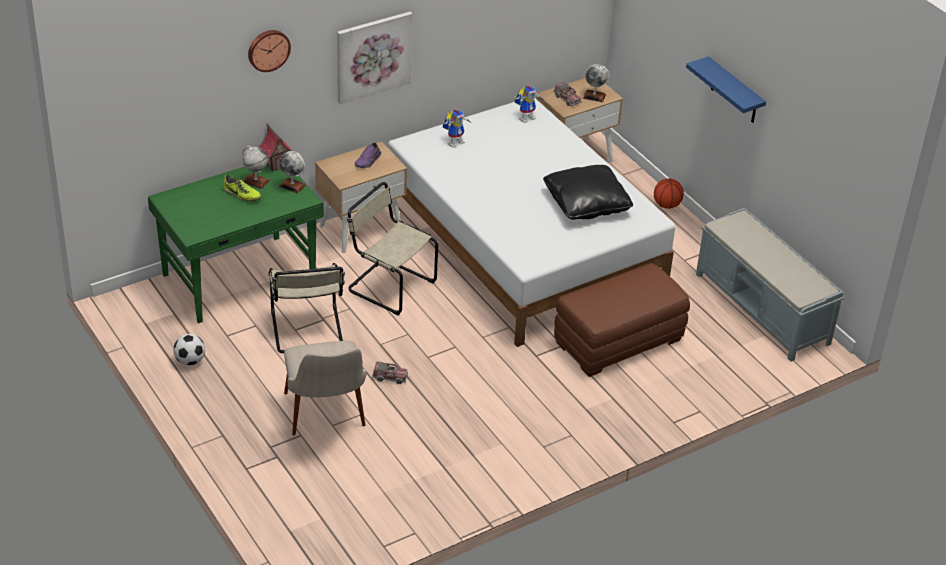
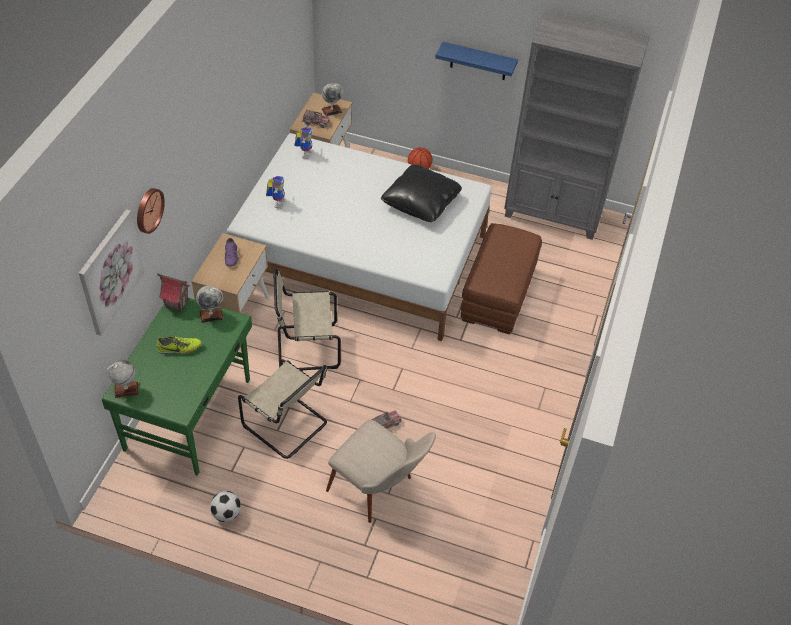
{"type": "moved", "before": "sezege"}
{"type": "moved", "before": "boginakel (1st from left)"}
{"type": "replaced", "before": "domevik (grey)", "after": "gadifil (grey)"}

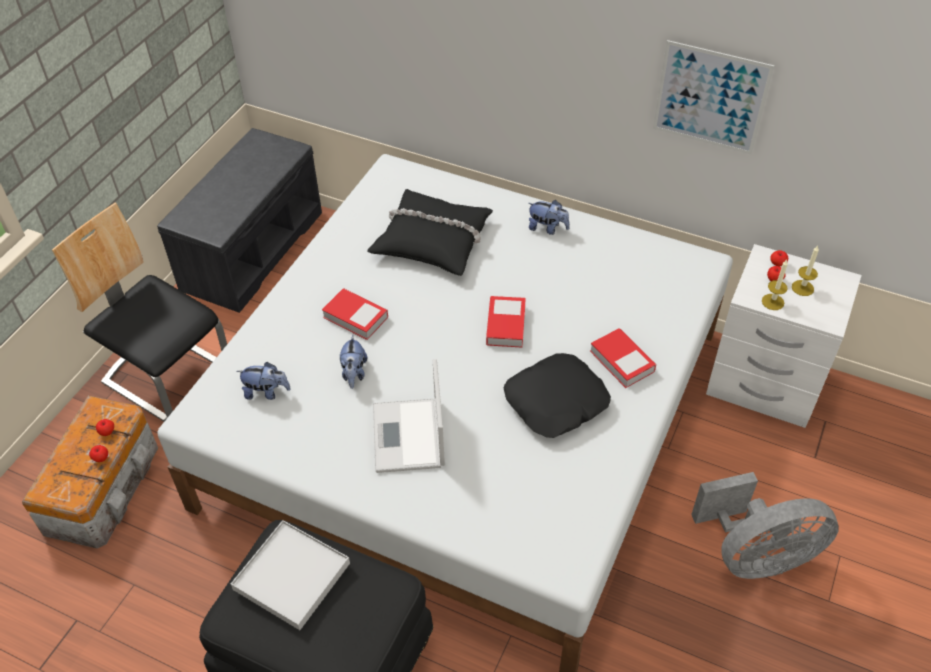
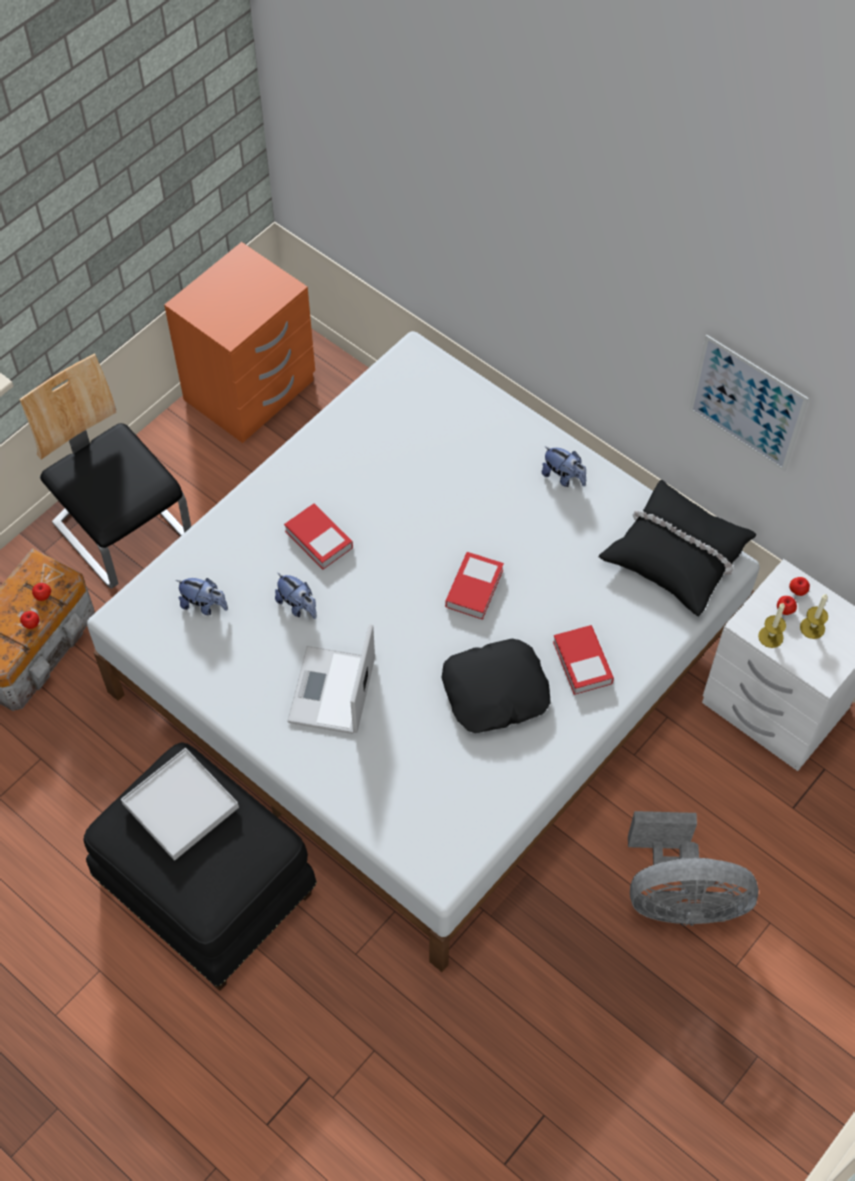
{"type": "replaced", "before": "domevik (grey)", "after": "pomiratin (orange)"}
{"type": "turned", "before": "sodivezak (2nd from left)", "turn": -60}
{"type": "moved", "before": "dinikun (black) (1st from left in the first image)", "after": "dinikun (black) (2nd from left)"}

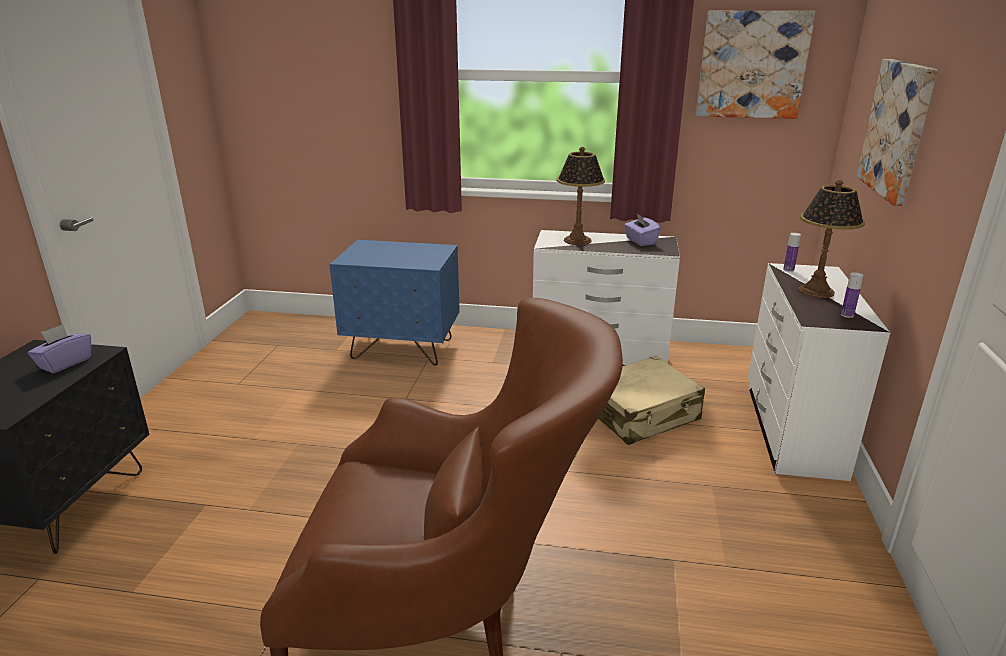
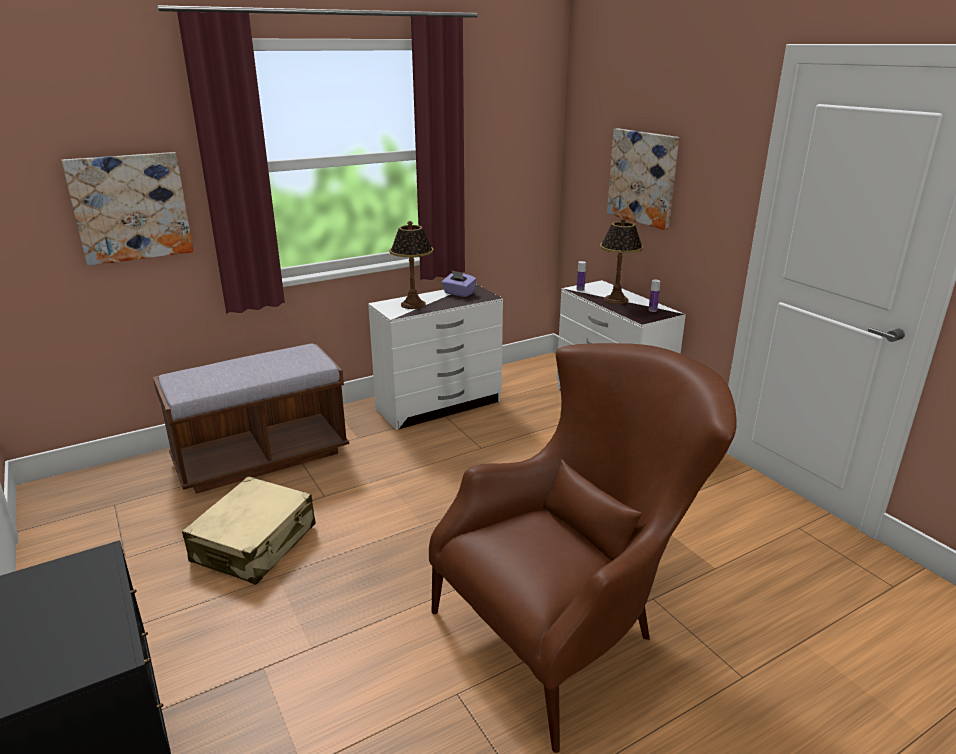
{"type": "moved", "before": "sezege (1st from left)"}
{"type": "replaced", "before": "pomiratin (blue)", "after": "domevik (brown)"}
{"type": "moved", "before": "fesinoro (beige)"}
{"type": "removed", "before": "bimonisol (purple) (1st from left)"}

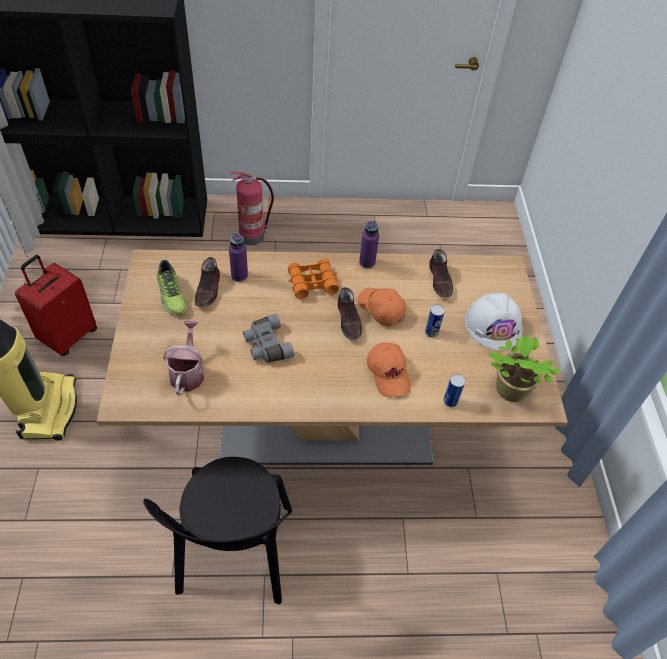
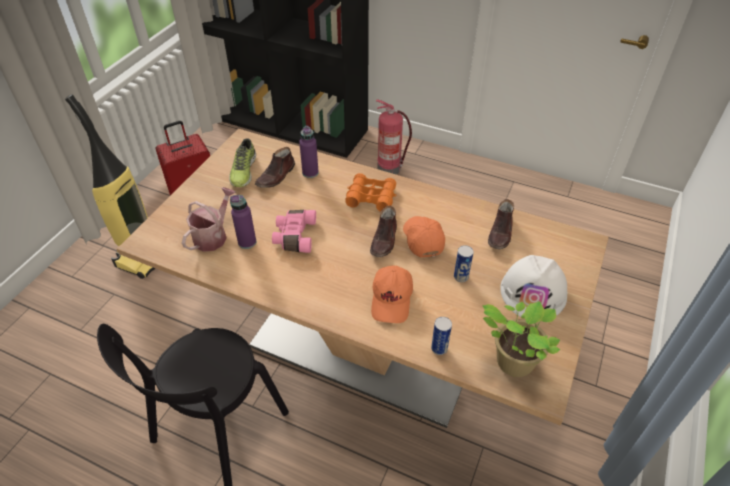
{"type": "moved", "before": "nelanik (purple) (2nd from left in the first image)", "after": "nelanik (purple) (1st from left)"}
{"type": "recoloured", "before": "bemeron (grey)", "after": "bemeron (pink)"}

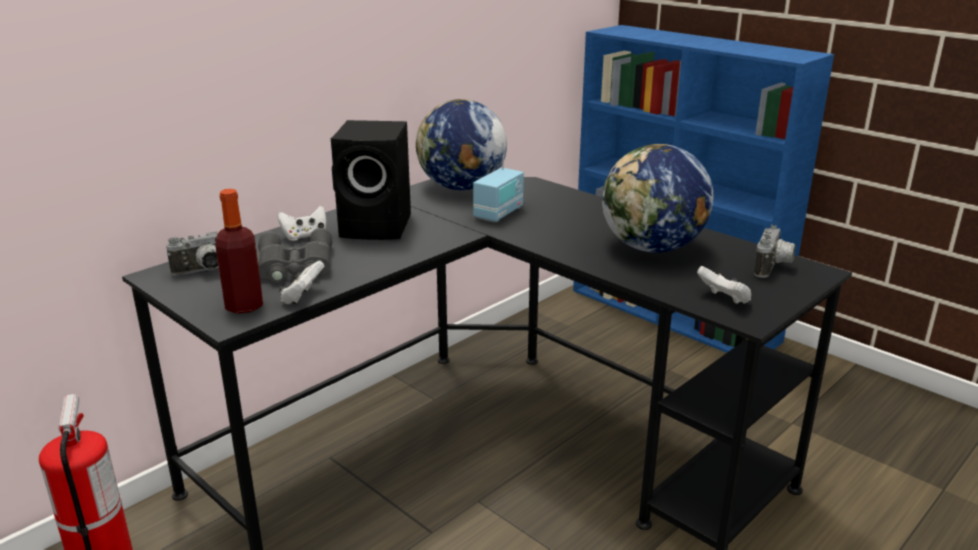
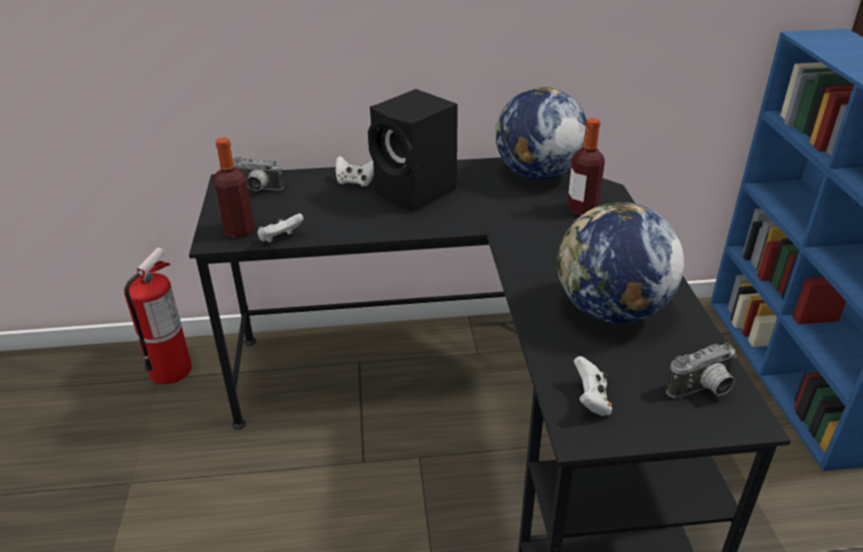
{"type": "added", "after": "nelanik (2nd from left)"}
{"type": "removed", "before": "bemeron (grey)"}
{"type": "removed", "before": "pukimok"}

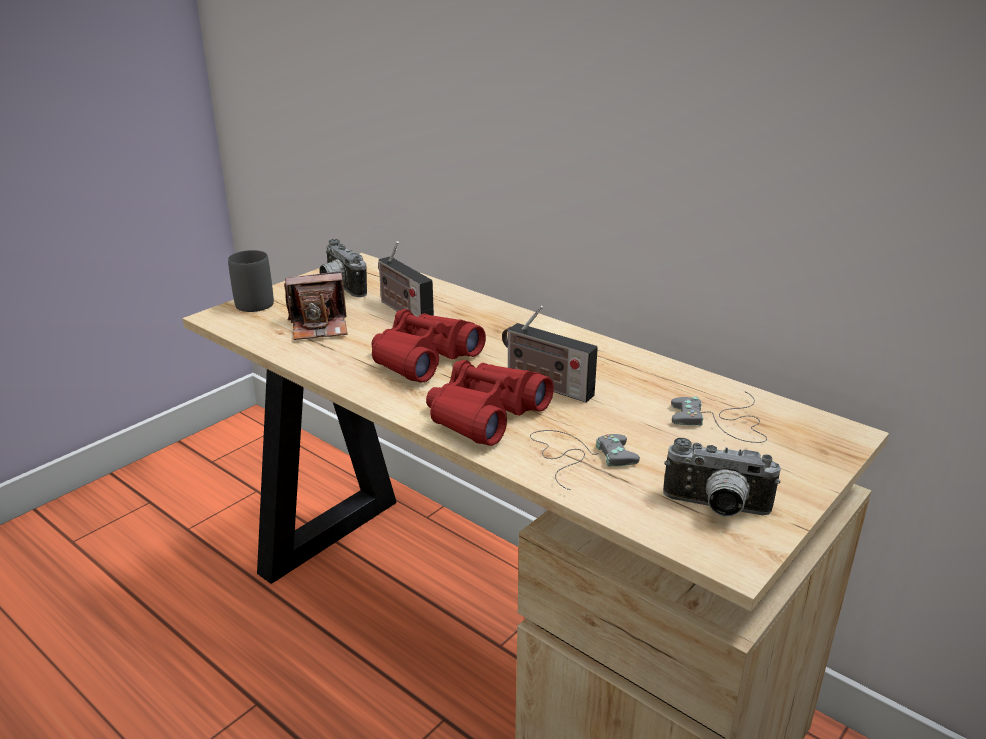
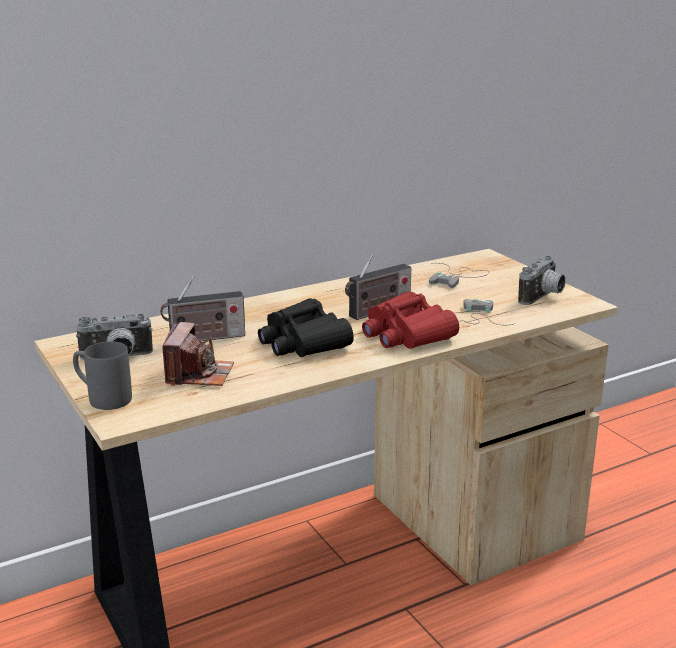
{"type": "recoloured", "before": "bemeron (red) (1st from left)", "after": "bemeron (black)"}

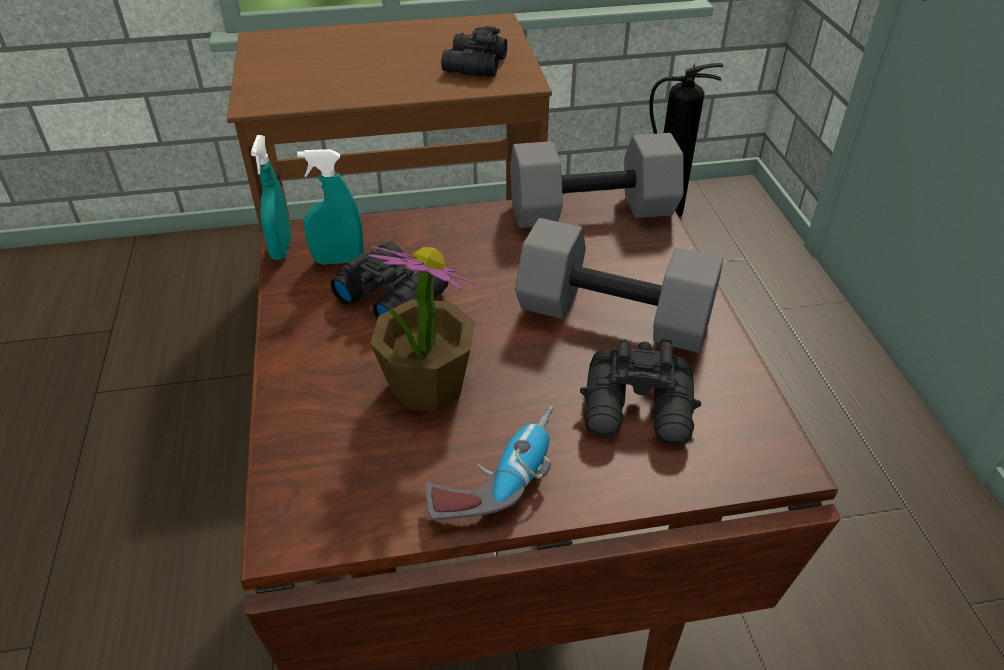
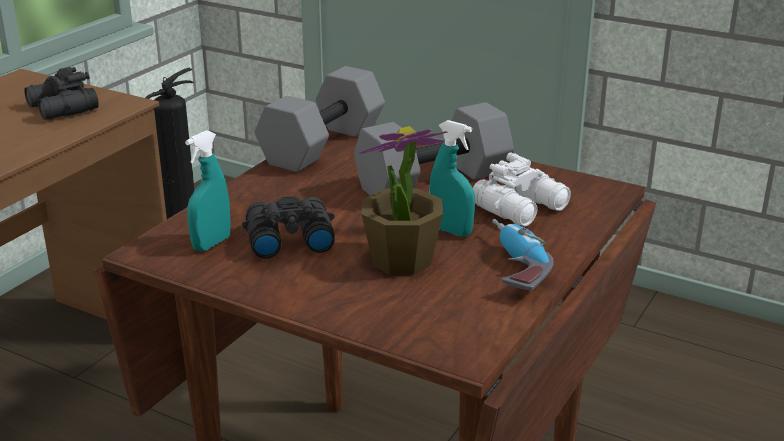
{"type": "moved", "before": "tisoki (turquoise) (1st from left in the first image)", "after": "tisoki (turquoise) (2nd from left)"}
{"type": "recoloured", "before": "bemeron (black) (3rd from left)", "after": "bemeron (white)"}

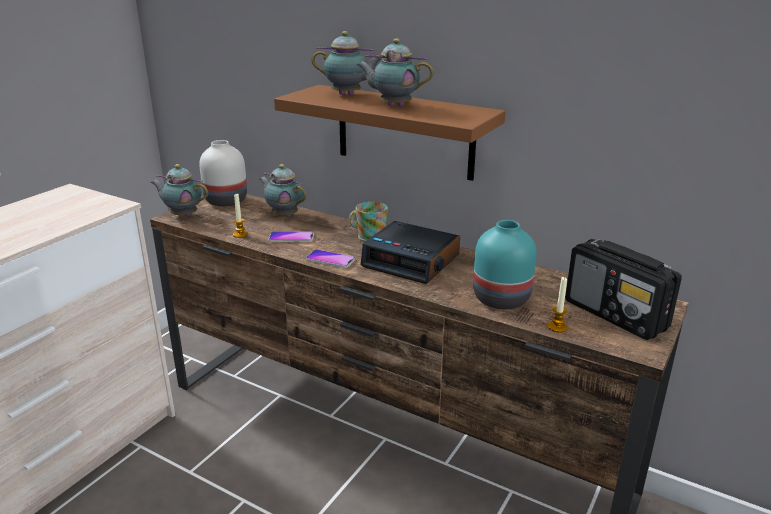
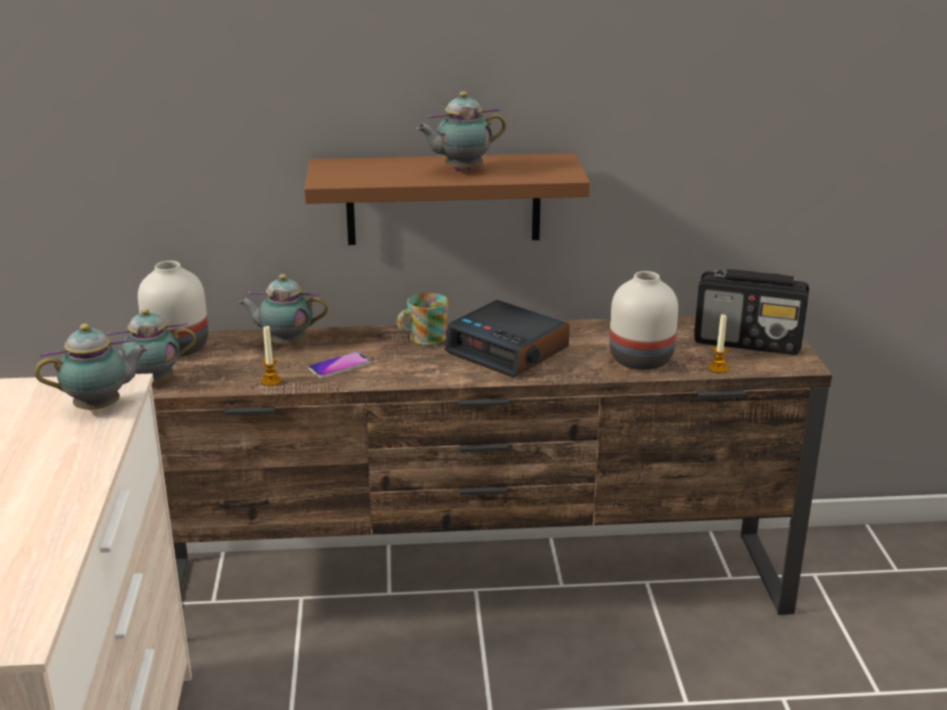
{"type": "moved", "before": "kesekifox (3rd from left in the first image)", "after": "kesekifox (1st from left)"}
{"type": "turned", "before": "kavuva", "turn": 45}
{"type": "recoloured", "before": "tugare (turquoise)", "after": "tugare (white) (2nd from left)"}
{"type": "removed", "before": "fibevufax (2nd from left)"}

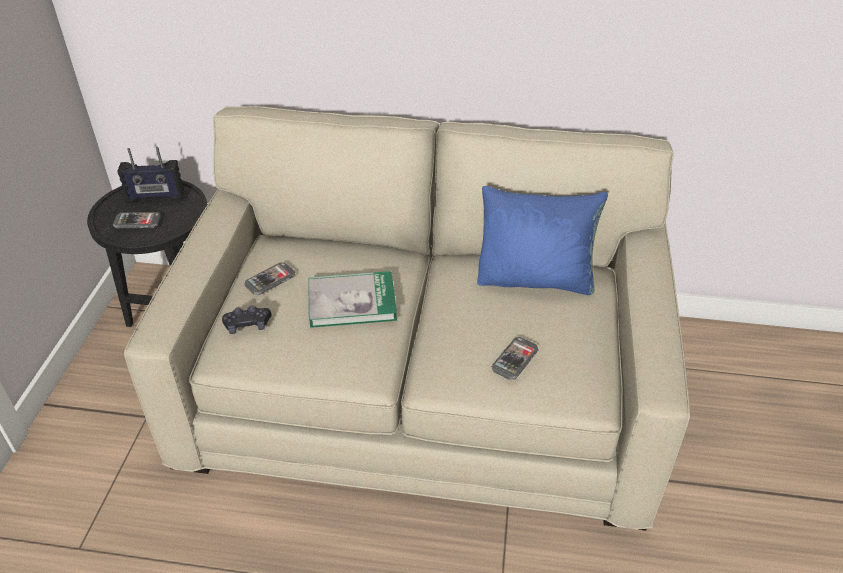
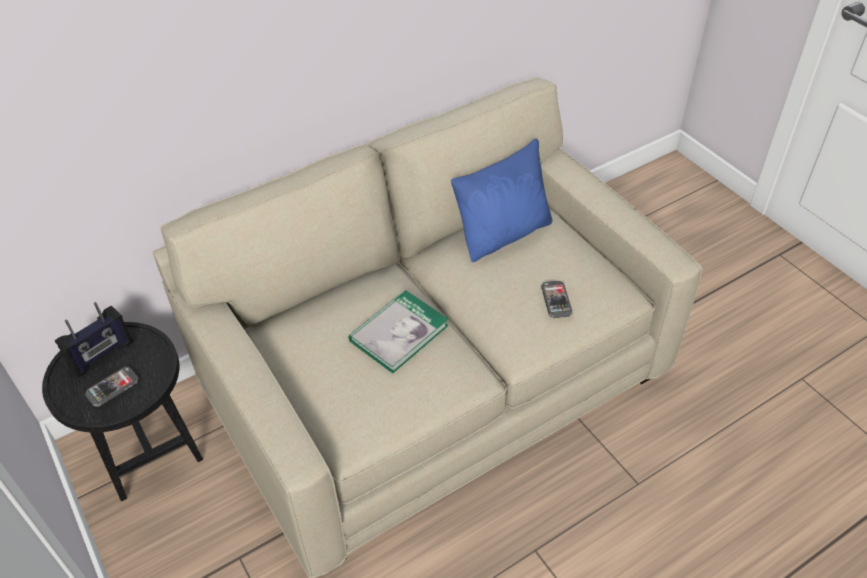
{"type": "removed", "before": "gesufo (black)"}
{"type": "removed", "before": "fibevufax (2nd from left)"}

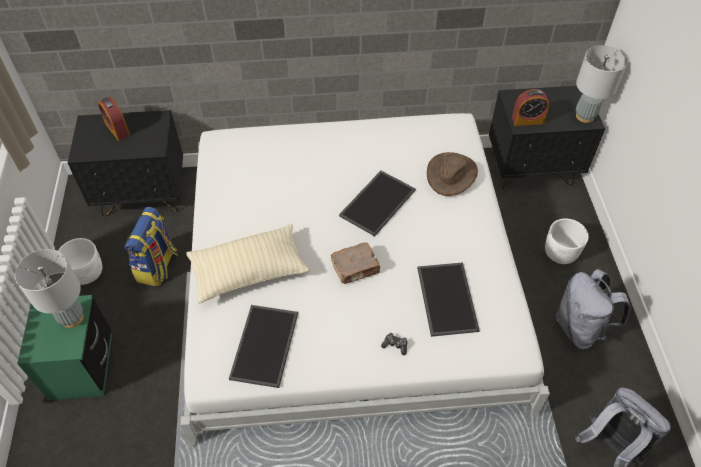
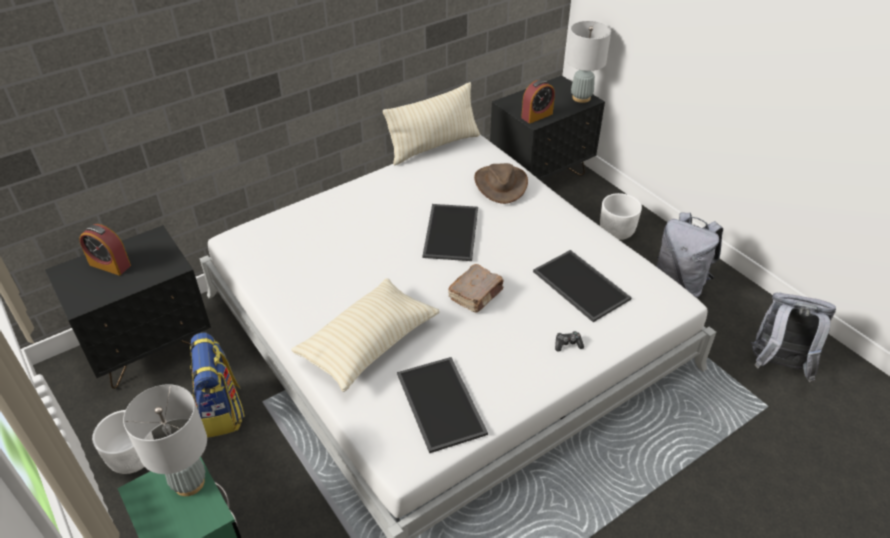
{"type": "added", "after": "dinikun (beige) (2nd from left)"}

